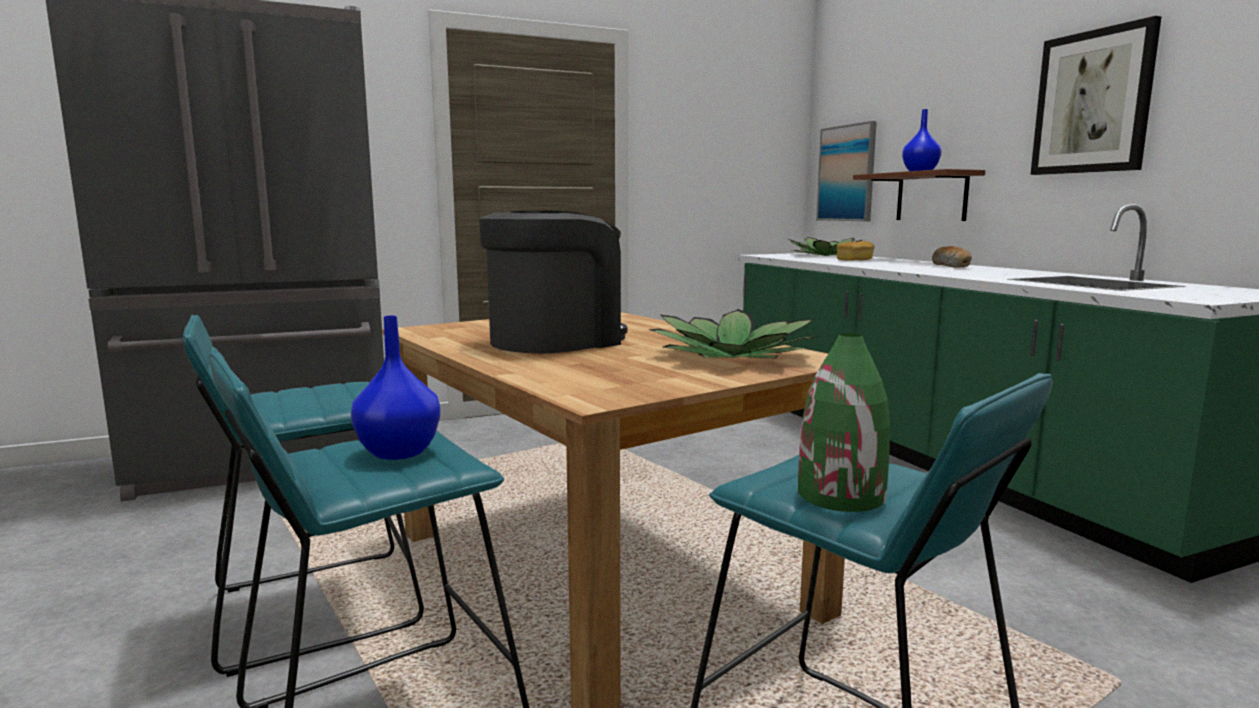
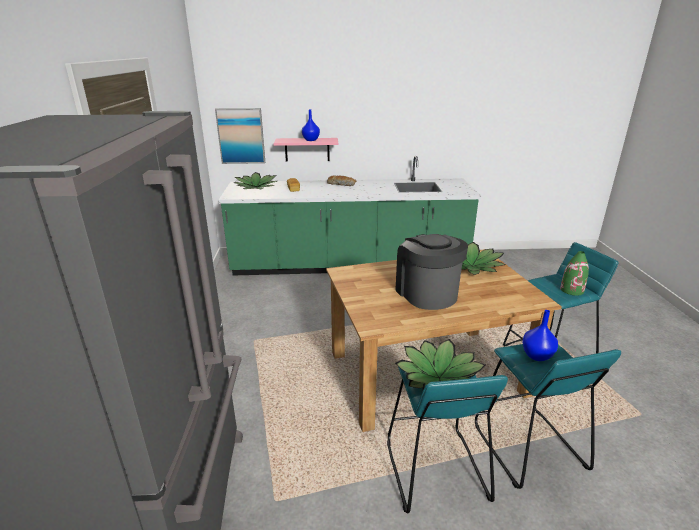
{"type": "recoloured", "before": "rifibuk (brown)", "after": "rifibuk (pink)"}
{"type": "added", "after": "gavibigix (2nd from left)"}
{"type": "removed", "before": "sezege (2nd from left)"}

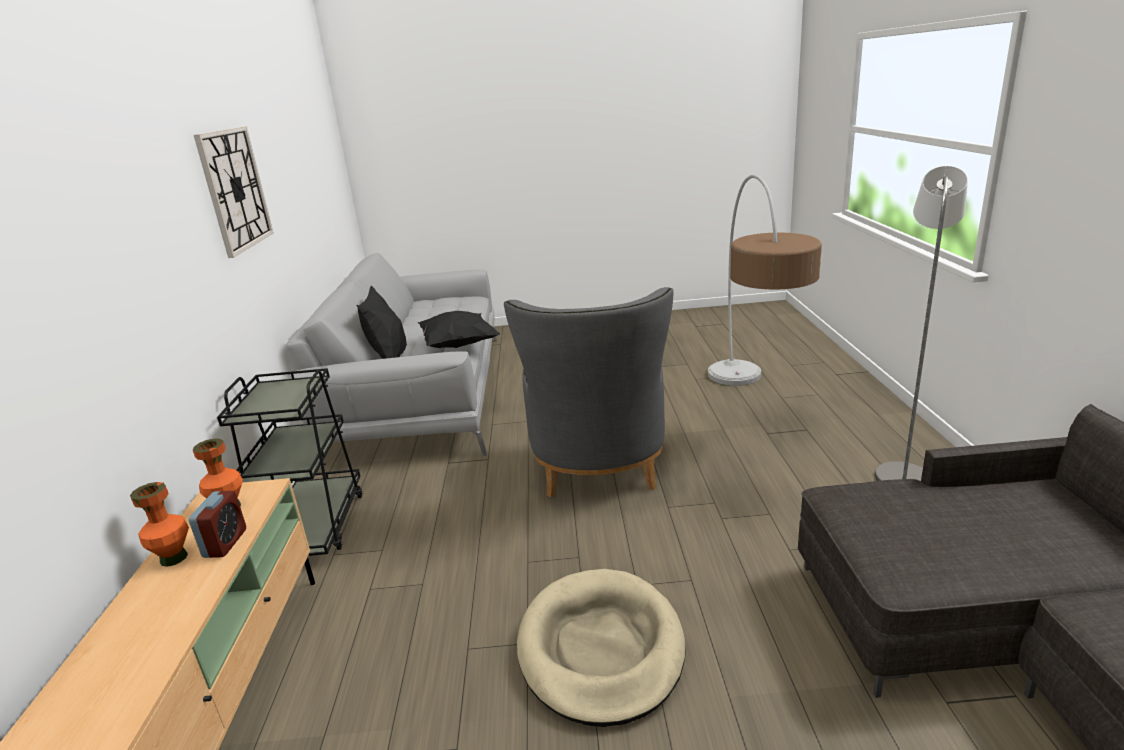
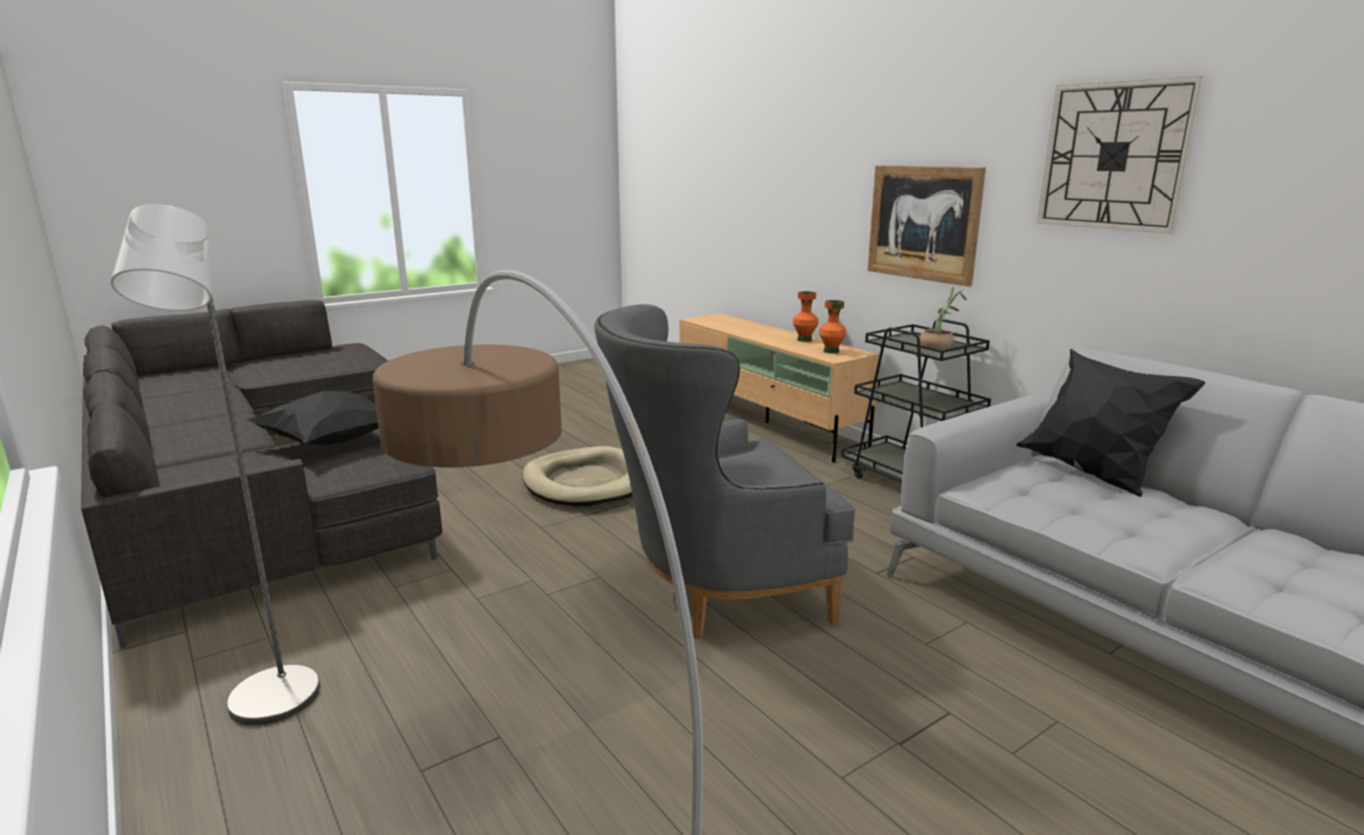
{"type": "moved", "before": "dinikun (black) (2nd from left in the first image)", "after": "dinikun (black) (1st from left)"}
{"type": "turned", "before": "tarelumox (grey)", "turn": -75}
{"type": "added", "after": "sezege"}
{"type": "added", "after": "gavibigix"}
{"type": "removed", "before": "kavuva"}

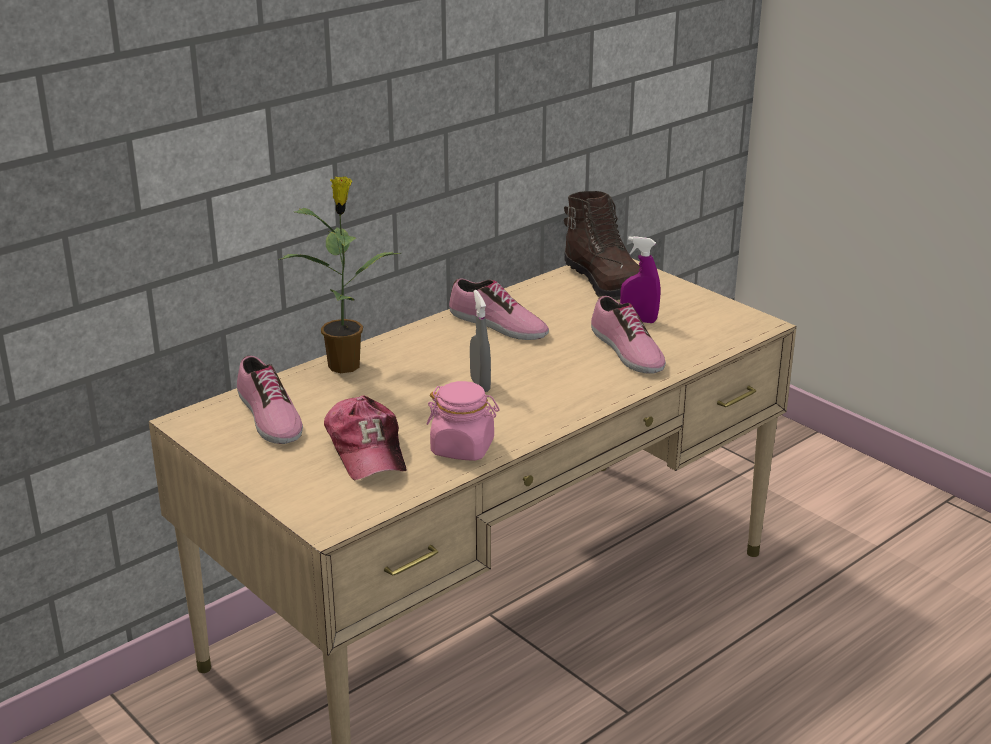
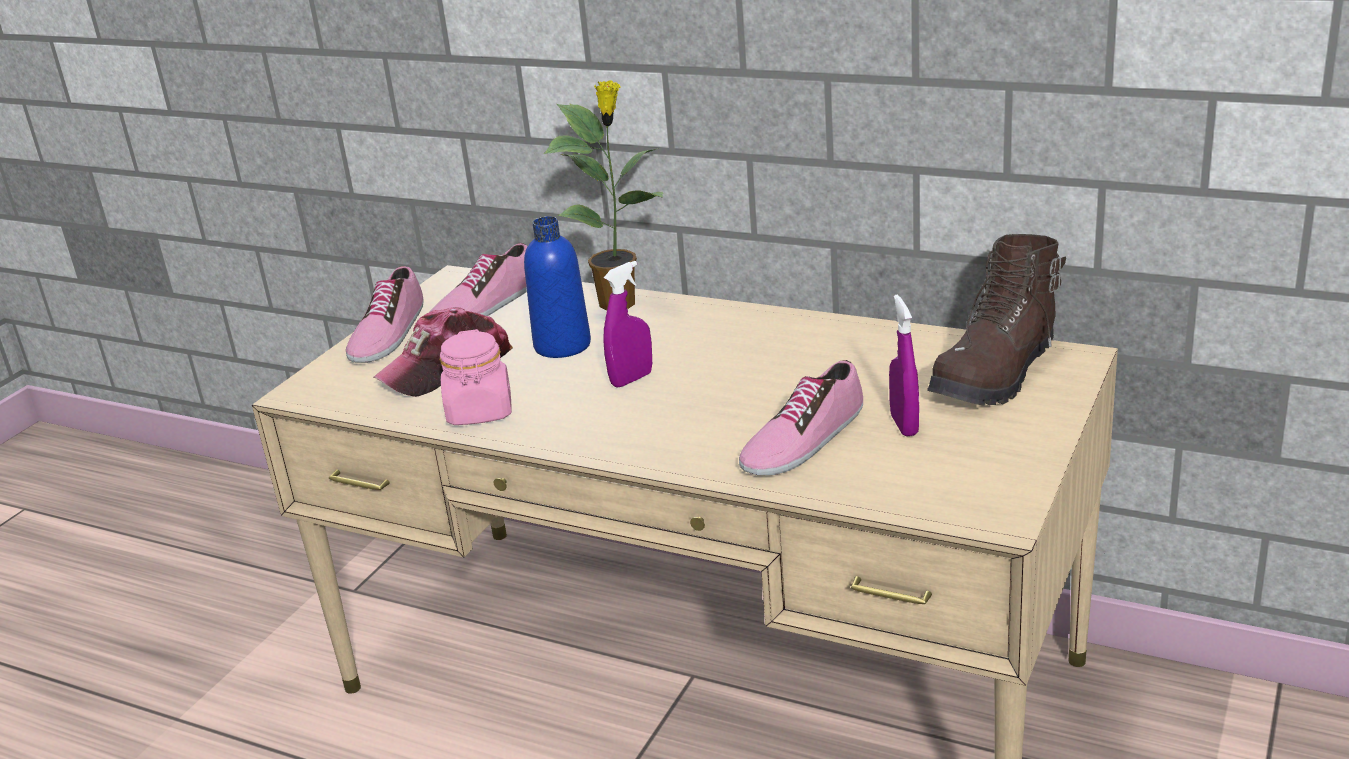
{"type": "moved", "before": "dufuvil (2nd from left in the first image)", "after": "dufuvil (1st from left)"}
{"type": "added", "after": "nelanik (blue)"}
{"type": "recoloured", "before": "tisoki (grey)", "after": "tisoki (purple) (1st from left)"}

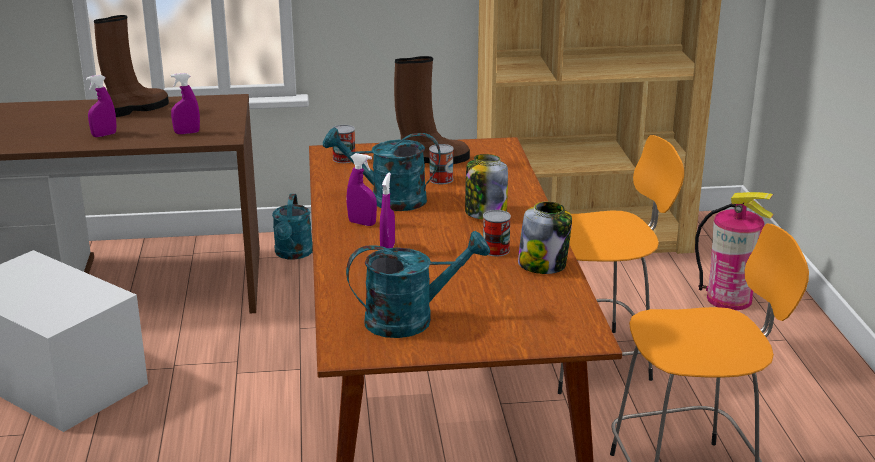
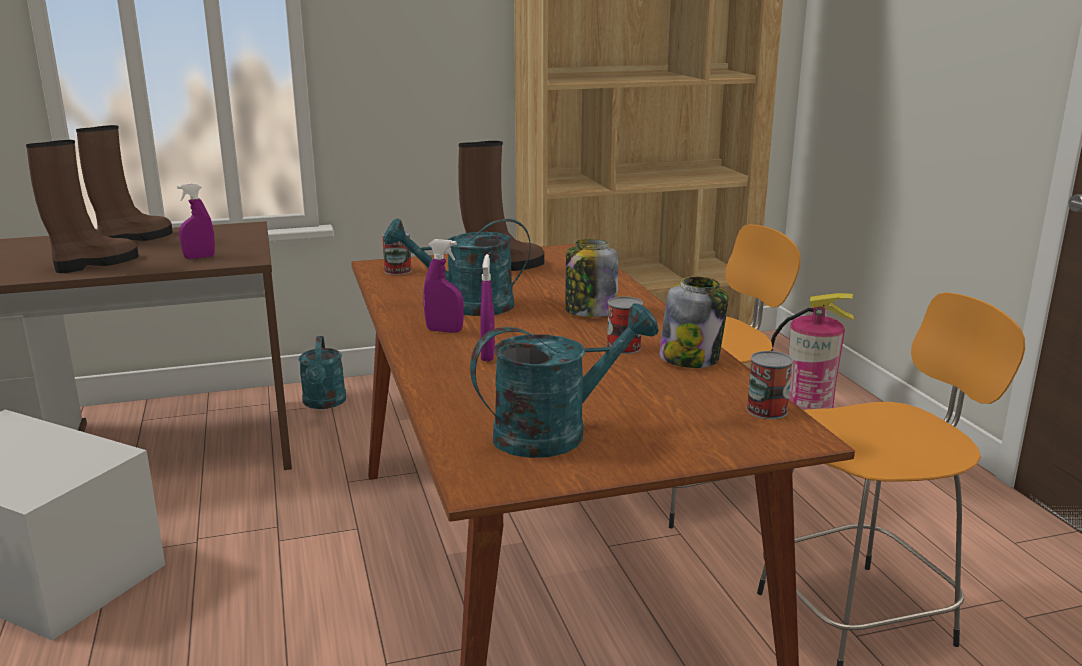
{"type": "replaced", "before": "tisoki (purple) (1st from left)", "after": "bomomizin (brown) (1st from left)"}
{"type": "moved", "before": "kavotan (2nd from left in the first image)", "after": "kavotan (3rd from left)"}

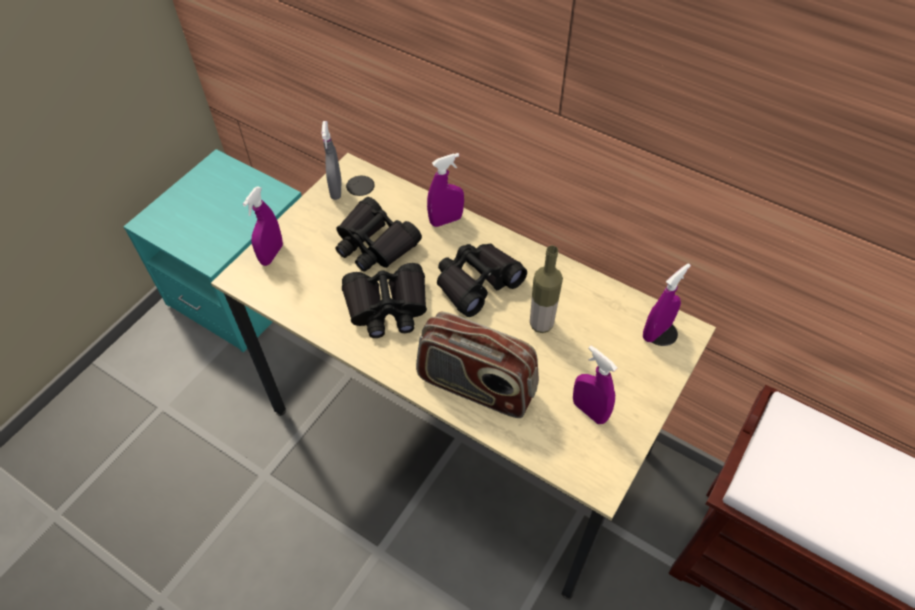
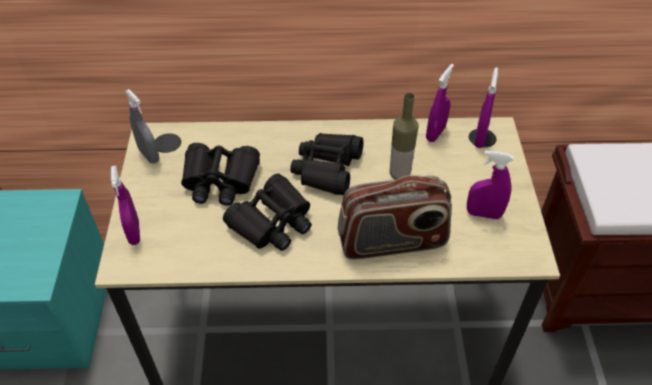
{"type": "moved", "before": "tisoki (purple) (2nd from left)"}

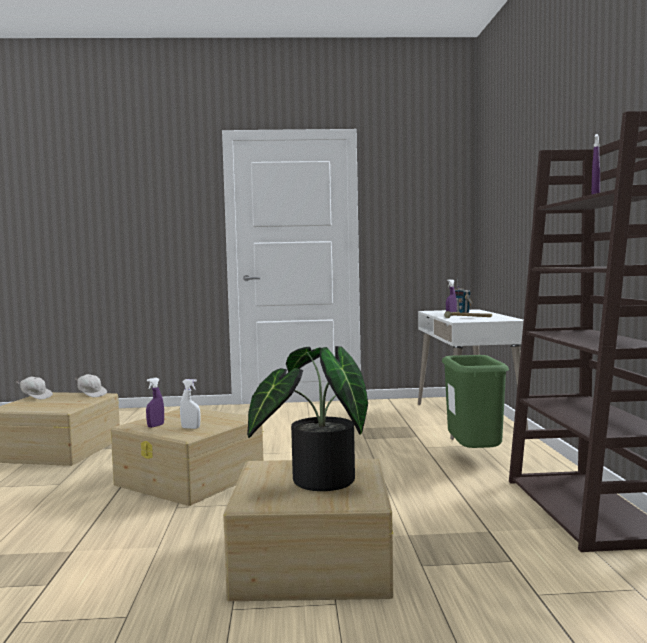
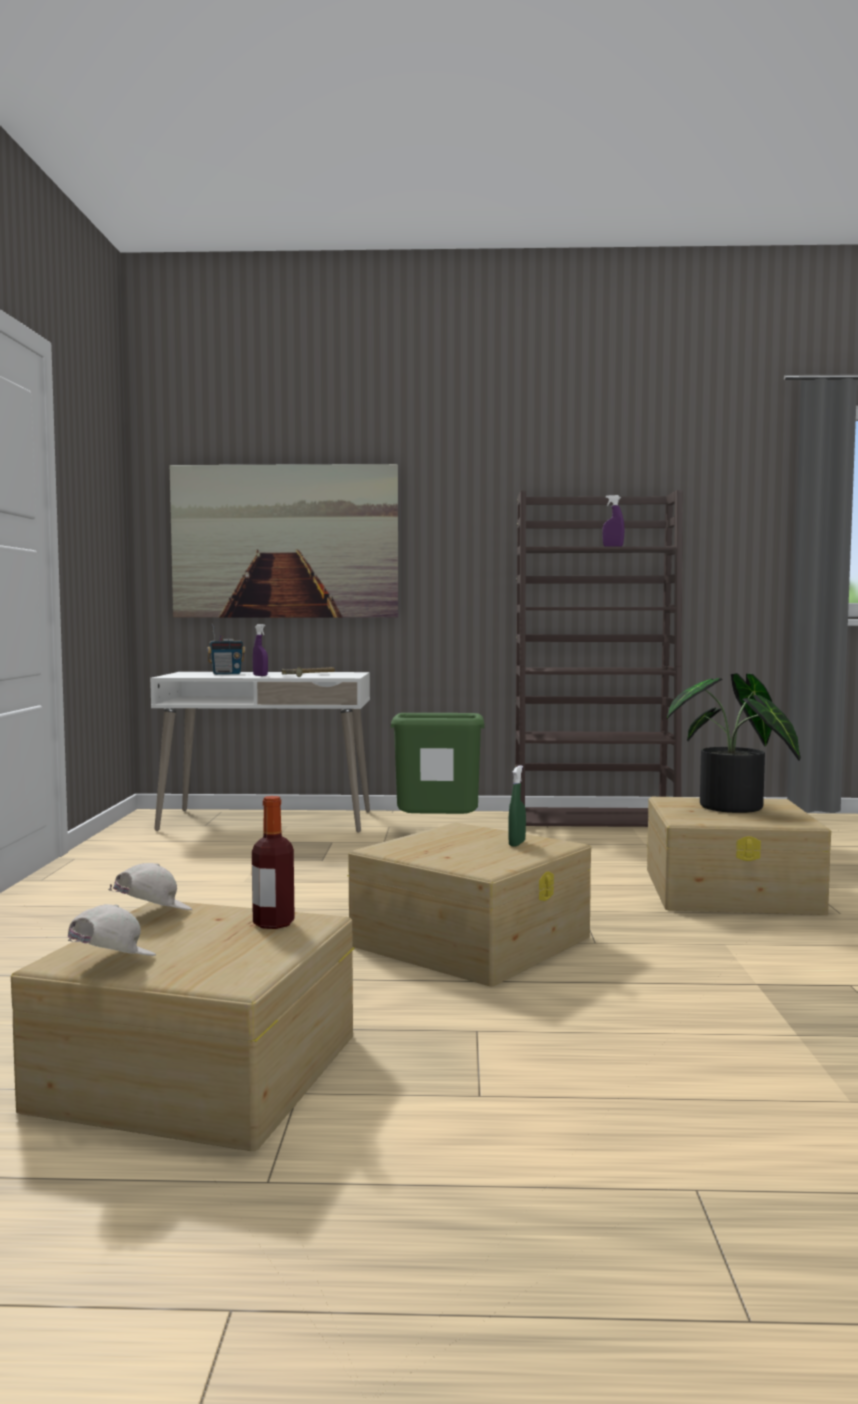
{"type": "added", "after": "sezege"}
{"type": "added", "after": "nelanik"}
{"type": "recoloured", "before": "tisoki (white)", "after": "tisoki (green)"}
{"type": "removed", "before": "tisoki (purple) (1st from left)"}

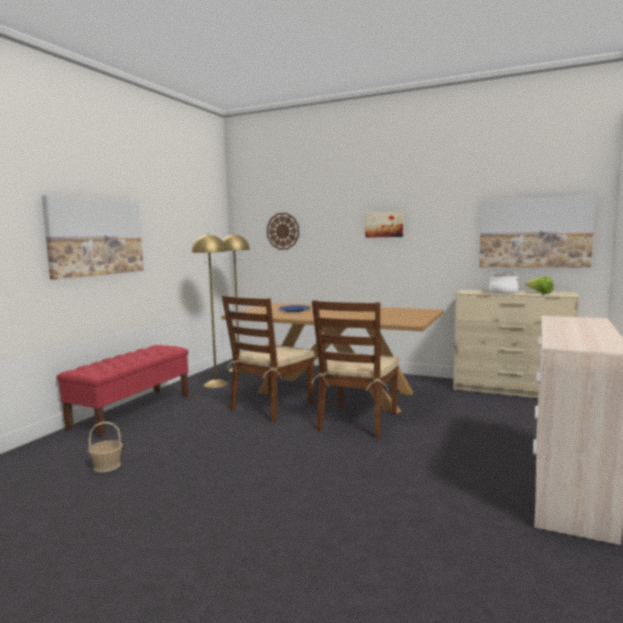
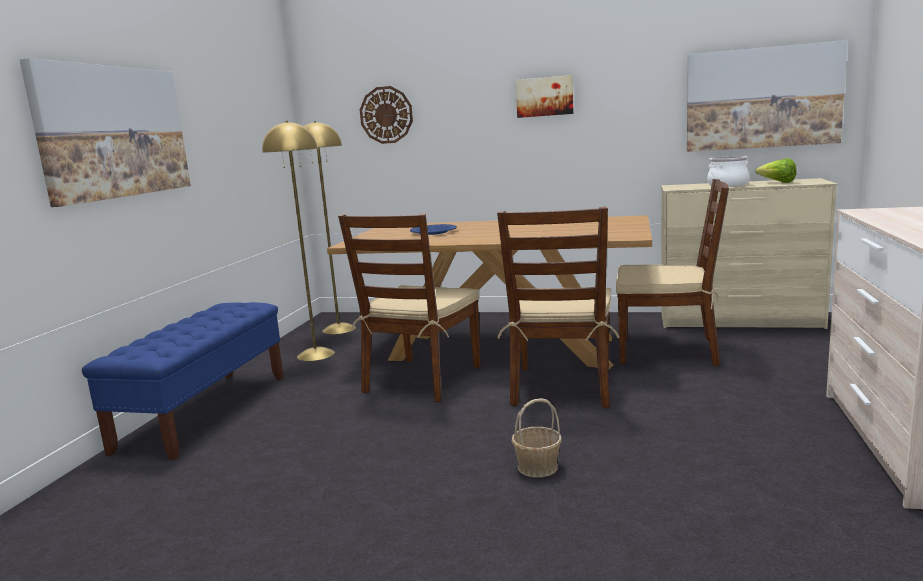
{"type": "recoloured", "before": "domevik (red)", "after": "domevik (blue)"}
{"type": "moved", "before": "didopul"}
{"type": "added", "after": "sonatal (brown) (3rd from left)"}

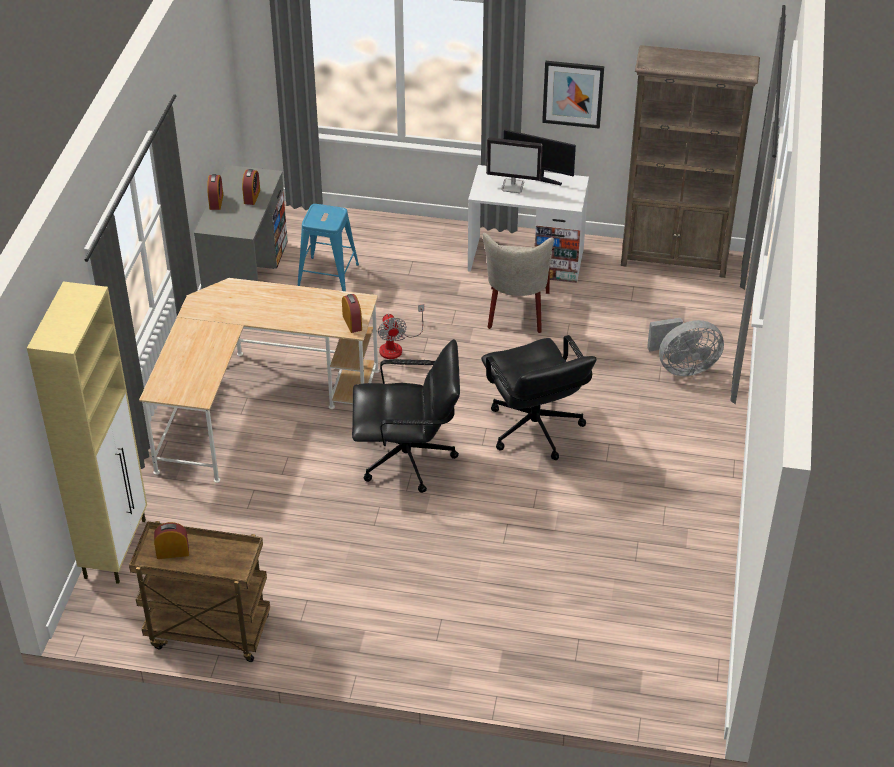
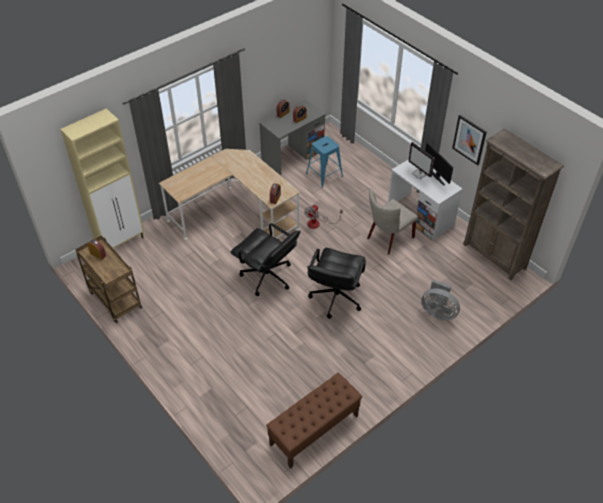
{"type": "added", "after": "domevik (brown)"}

